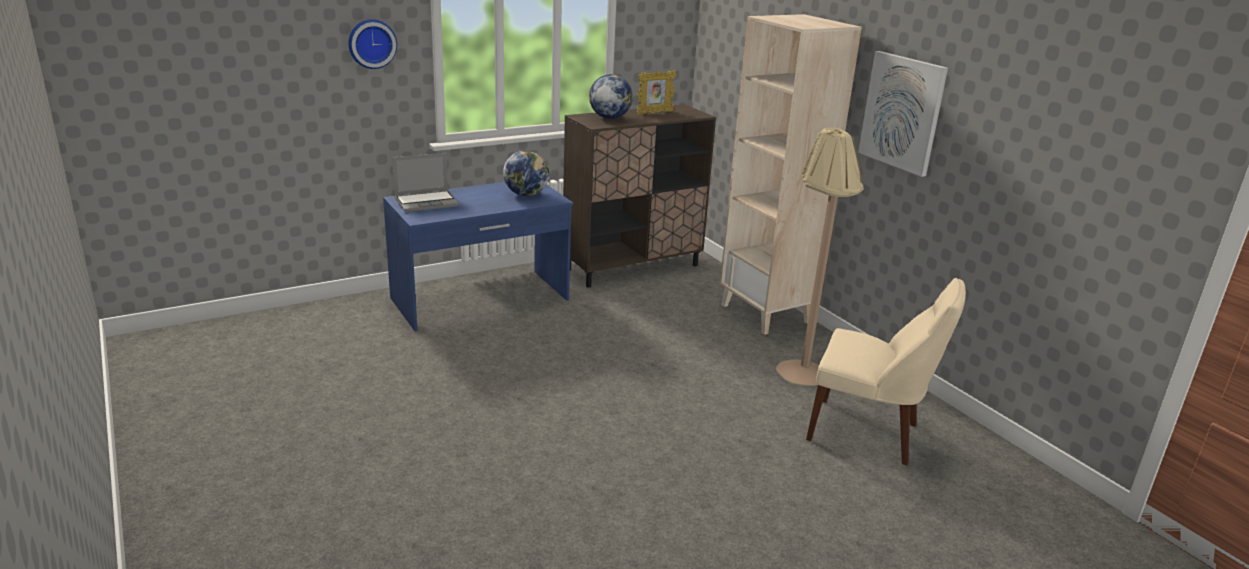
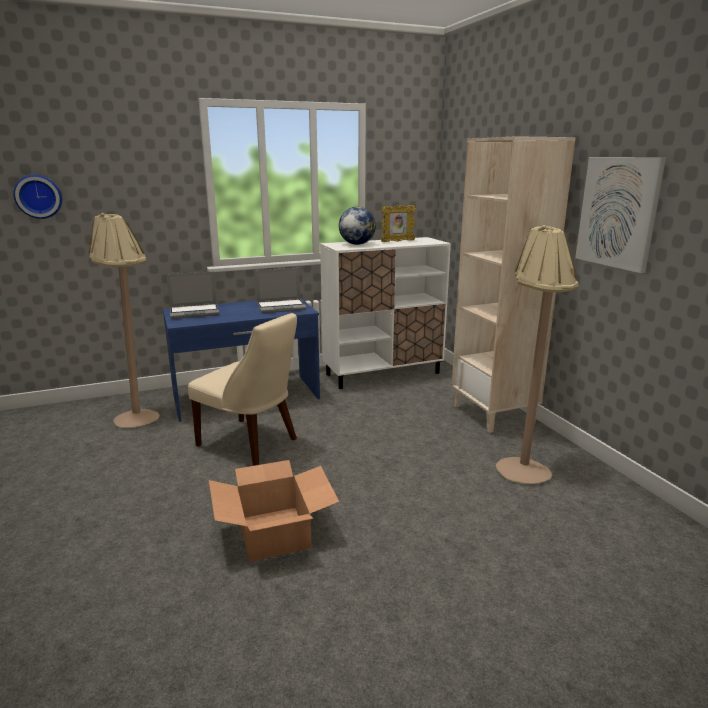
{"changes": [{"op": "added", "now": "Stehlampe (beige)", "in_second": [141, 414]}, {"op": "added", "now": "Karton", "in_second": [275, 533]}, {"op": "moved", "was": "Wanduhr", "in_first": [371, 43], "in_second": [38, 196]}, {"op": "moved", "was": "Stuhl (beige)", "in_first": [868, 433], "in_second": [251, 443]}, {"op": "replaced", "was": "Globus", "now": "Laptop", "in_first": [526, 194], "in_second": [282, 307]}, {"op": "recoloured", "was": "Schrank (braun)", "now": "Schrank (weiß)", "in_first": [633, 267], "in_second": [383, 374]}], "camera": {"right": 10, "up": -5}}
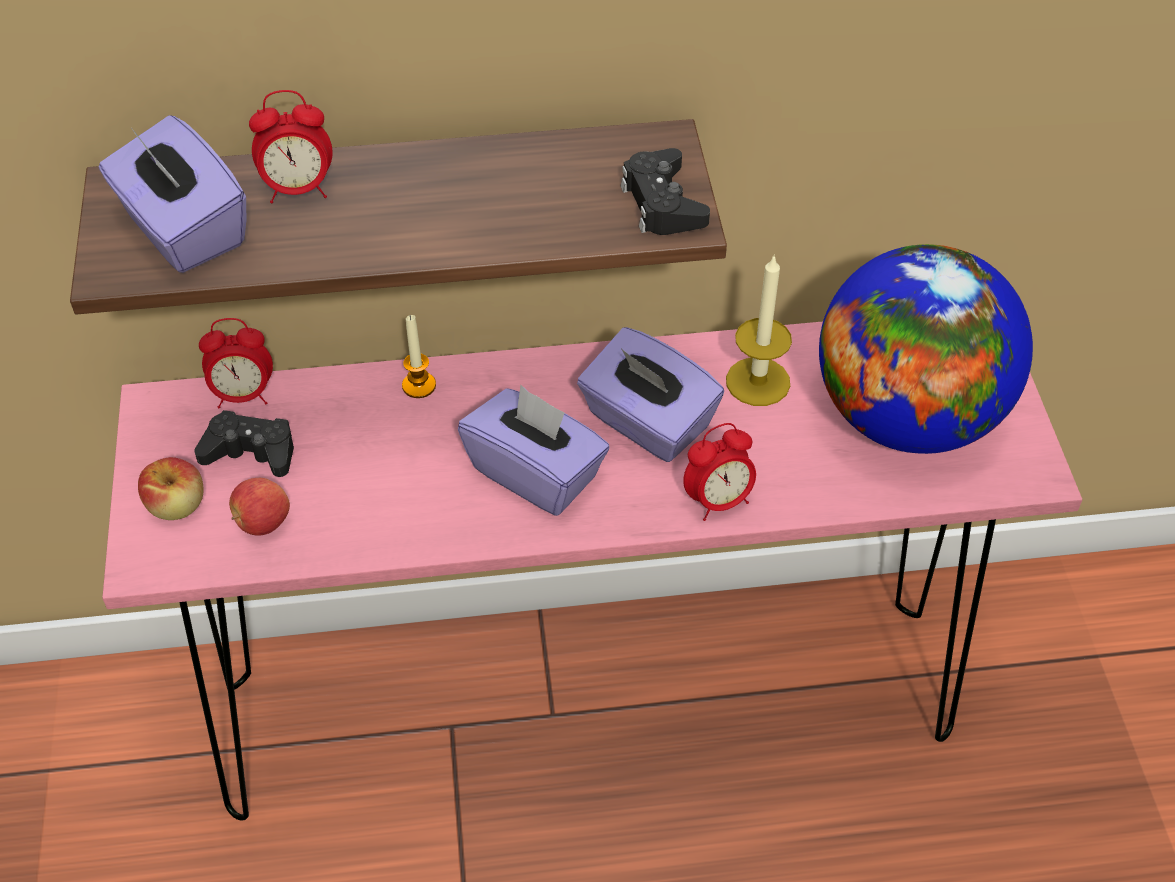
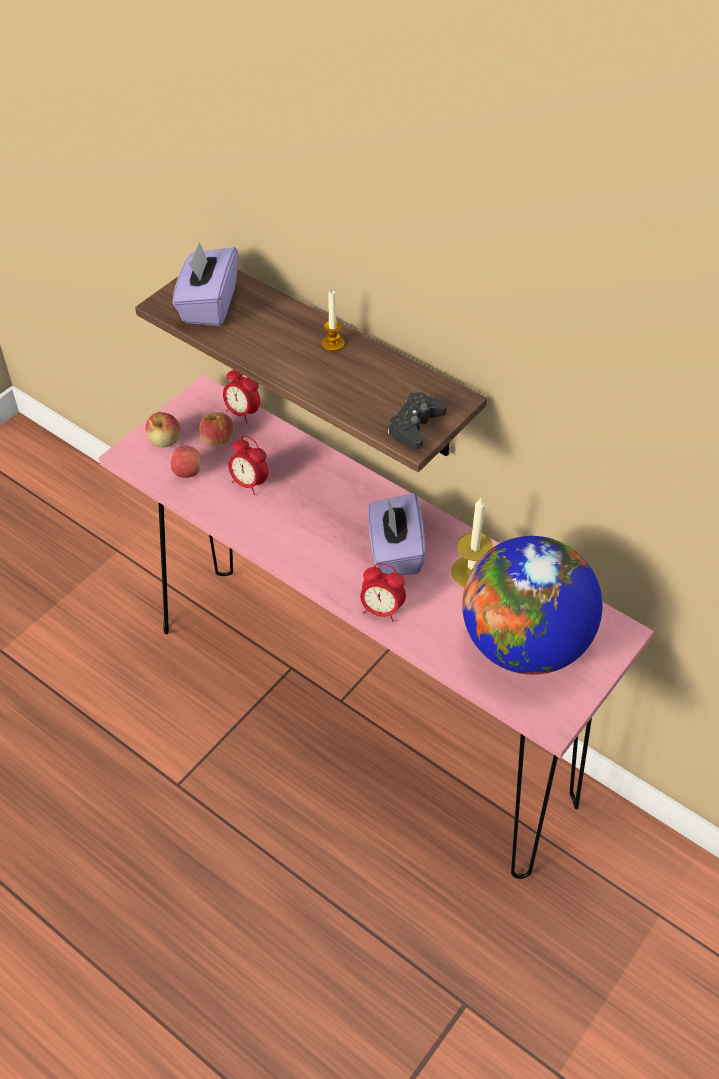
{"changes": [{"op": "removed", "was": "Taschentuchbox (lila)", "in_first": [536, 473]}, {"op": "moved", "was": "Wecker", "in_first": [298, 190], "in_second": [249, 483]}, {"op": "moved", "was": "Kerze", "in_first": [419, 385], "in_second": [333, 344]}, {"op": "replaced", "was": "Gamepad (schwarz)", "now": "Apfel", "in_first": [251, 452], "in_second": [217, 439]}], "camera": {"right": 45, "up": 0}}
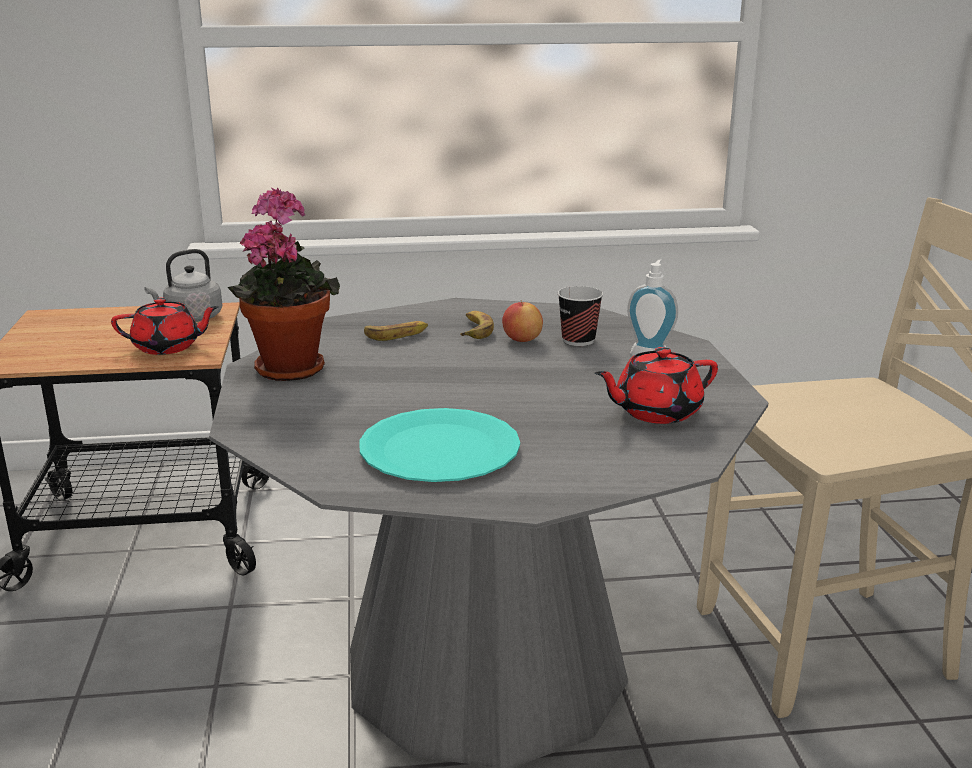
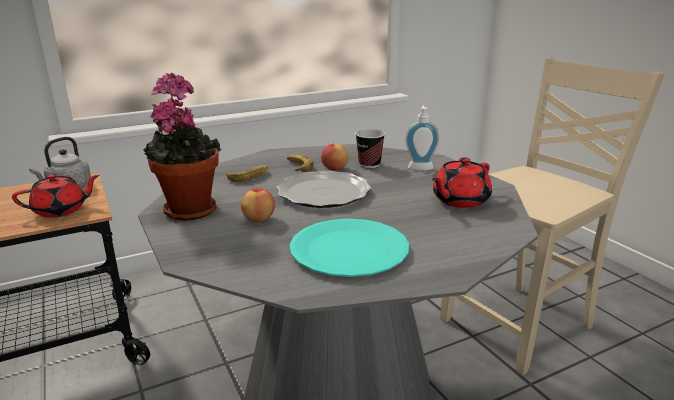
{"changes": [{"op": "added", "now": "Apfel", "in_second": [259, 219]}, {"op": "added", "now": "Teller", "in_second": [324, 193]}], "camera": {"right": -20, "up": 0}}
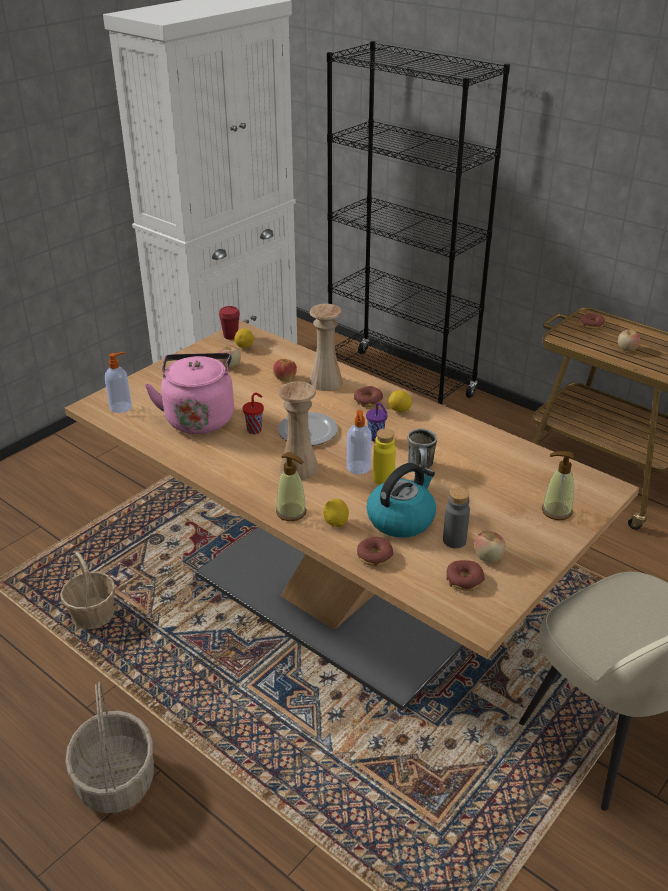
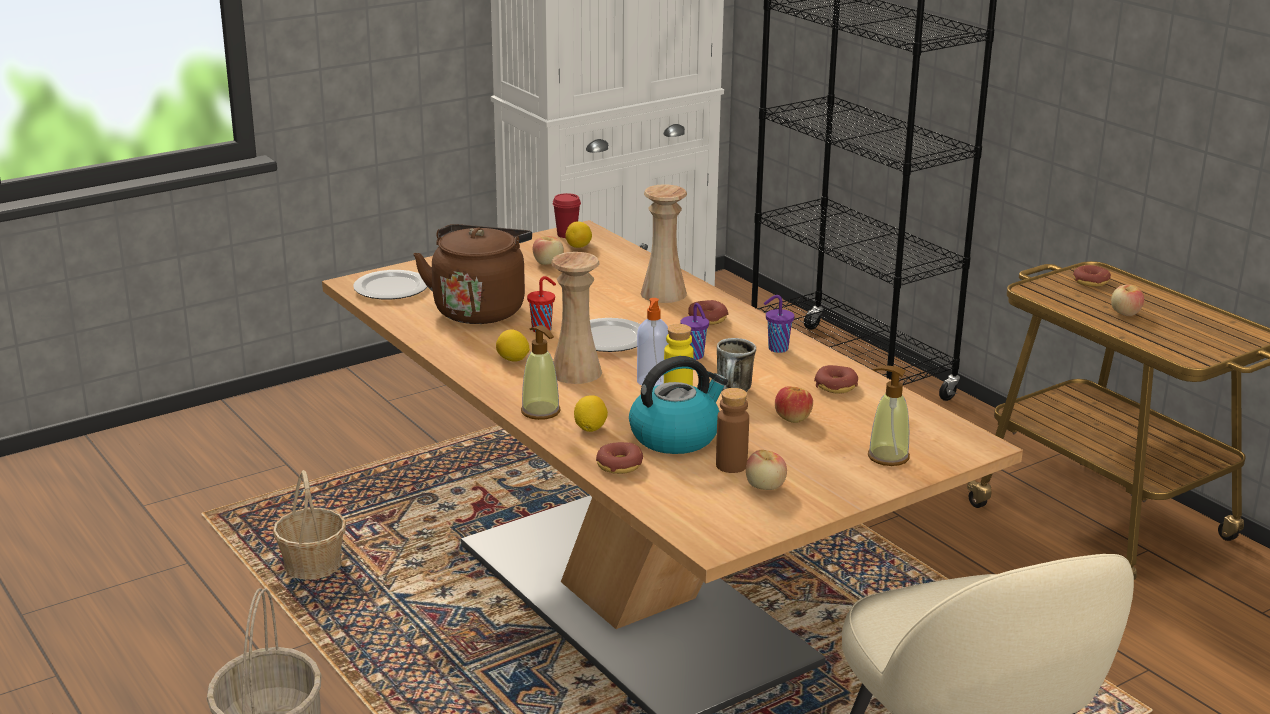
{"changes": [{"op": "added", "now": "Tasse (lila)", "in_second": [776, 349]}, {"op": "moved", "was": "Apfel", "in_first": [285, 378], "in_second": [792, 418]}, {"op": "moved", "was": "Zitrone", "in_first": [399, 410], "in_second": [512, 360]}, {"op": "moved", "was": "Donut", "in_first": [464, 580], "in_second": [836, 386]}, {"op": "replaced", "was": "Seifenspender", "now": "Teller", "in_first": [121, 407], "in_second": [390, 288]}, {"op": "recoloured", "was": "Wasserkessel (rosa)", "now": "Wasserkessel (braun)", "in_first": [199, 417], "in_second": [480, 309]}, {"op": "recoloured", "was": "Flasche (grau)", "now": "Flasche (braun)", "in_first": [454, 540], "in_second": [731, 465]}], "camera": {"right": 15, "up": -10}}
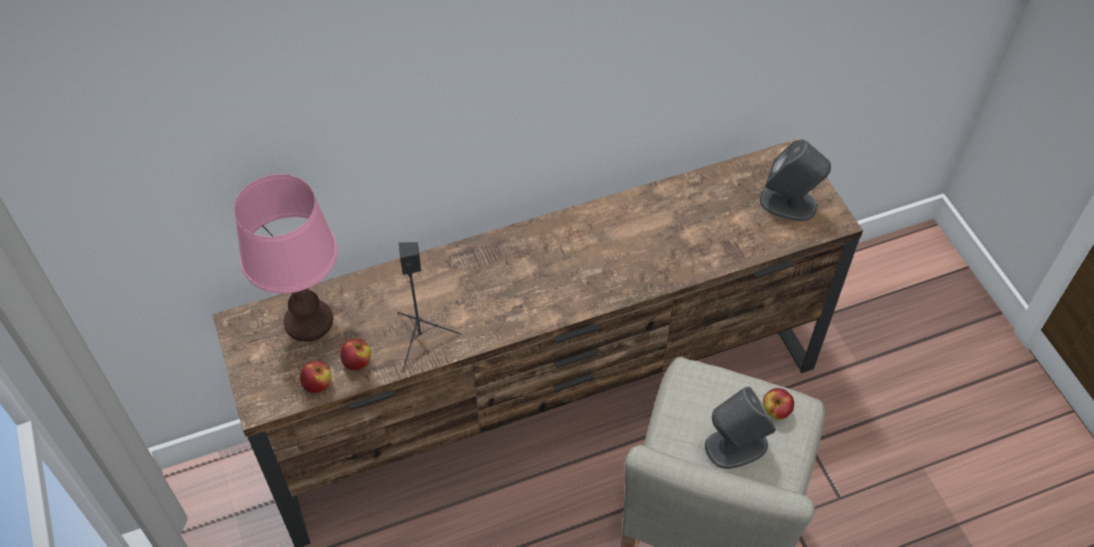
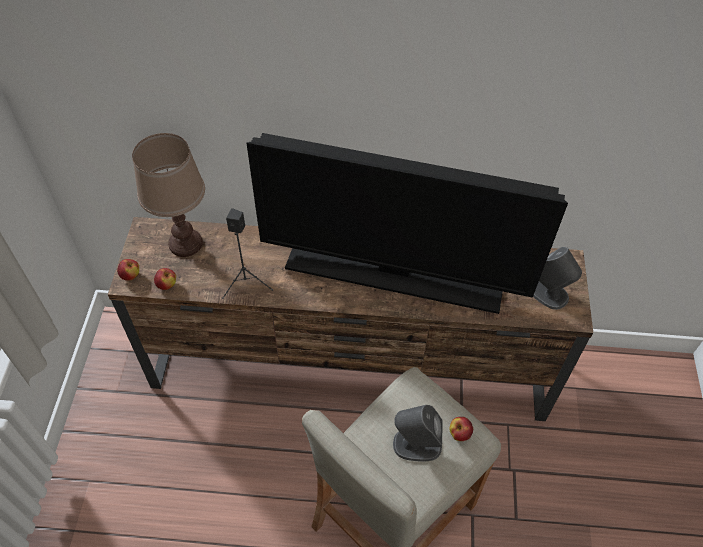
{"changes": [{"op": "added", "now": "Fernseher", "in_second": [394, 275]}, {"op": "moved", "was": "Apfel", "in_first": [357, 362], "in_second": [131, 276]}, {"op": "recoloured", "was": "Tischlampe (rosa)", "now": "Tischlampe (braun)", "in_first": [308, 321], "in_second": [185, 243]}], "camera": {"right": 25, "up": 0}}
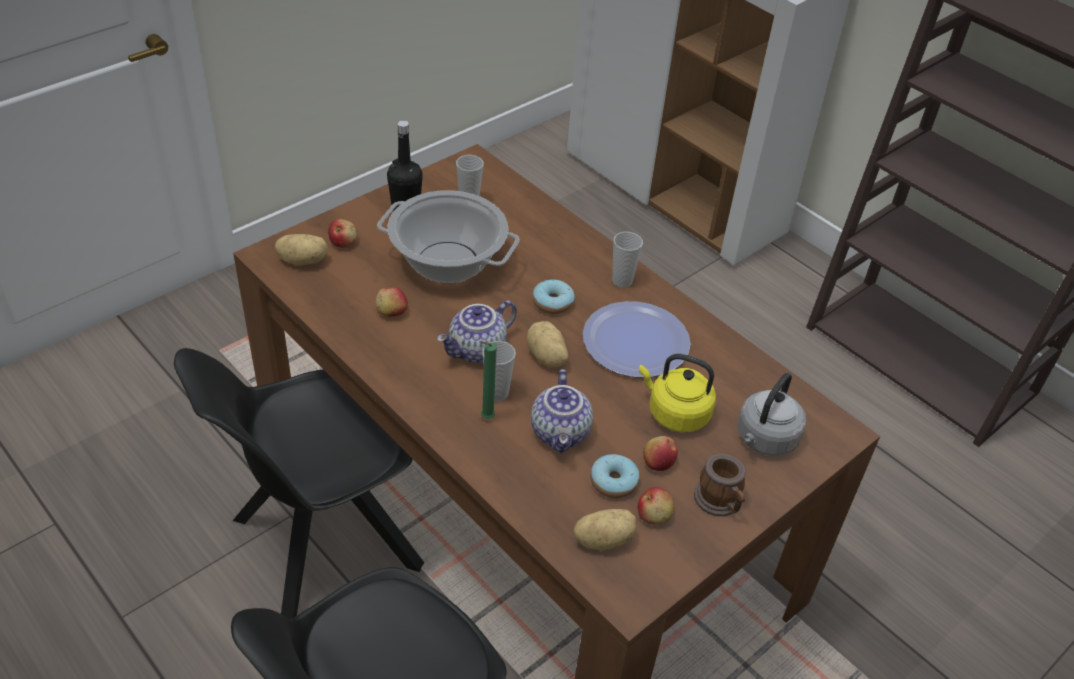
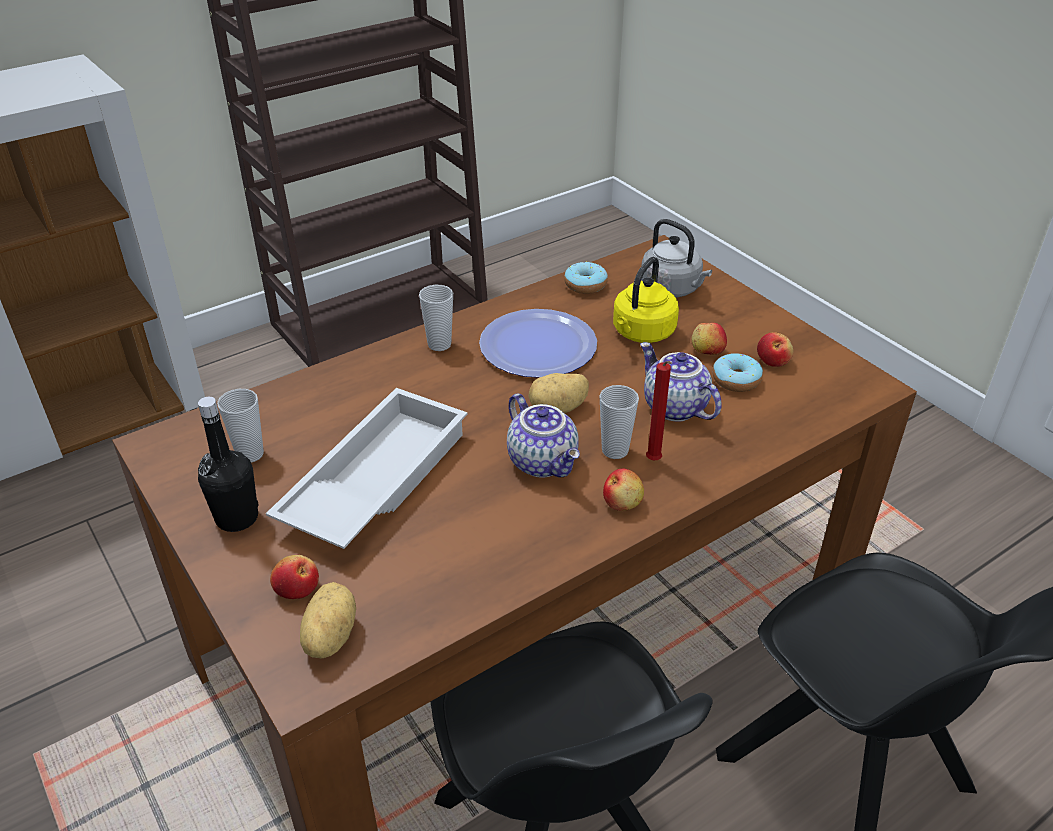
{"changes": [{"op": "removed", "was": "Kartoffel", "in_first": [603, 539]}, {"op": "removed", "was": "Henkelbecher", "in_first": [720, 502]}, {"op": "moved", "was": "Apfel", "in_first": [391, 312], "in_second": [622, 502]}, {"op": "moved", "was": "Donut", "in_first": [552, 303], "in_second": [585, 285]}, {"op": "replaced", "was": "Kochtopf", "now": "Tablett (weiß)", "in_first": [448, 263], "in_second": [373, 479]}, {"op": "recoloured", "was": "Kerze (grün)", "now": "Kerze (rot)", "in_first": [485, 418], "in_second": [654, 462]}, {"op": "turned", "was": "Teekanne", "in_first": [561, 433], "in_second": [673, 408], "clockwise": -135}], "camera": {"right": -80, "up": -5}}
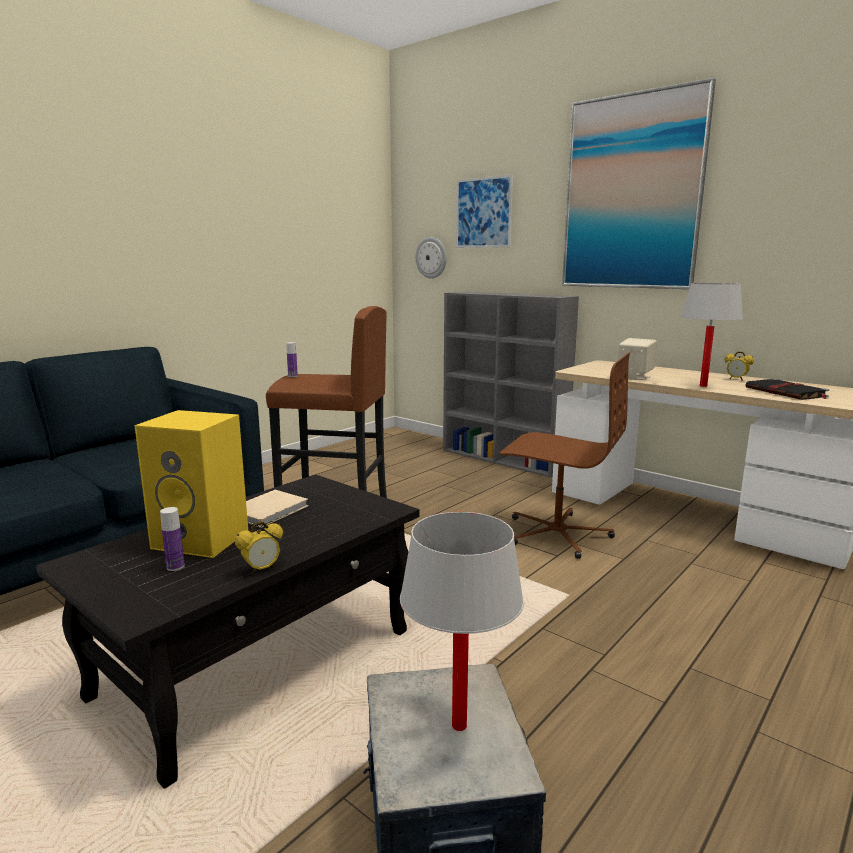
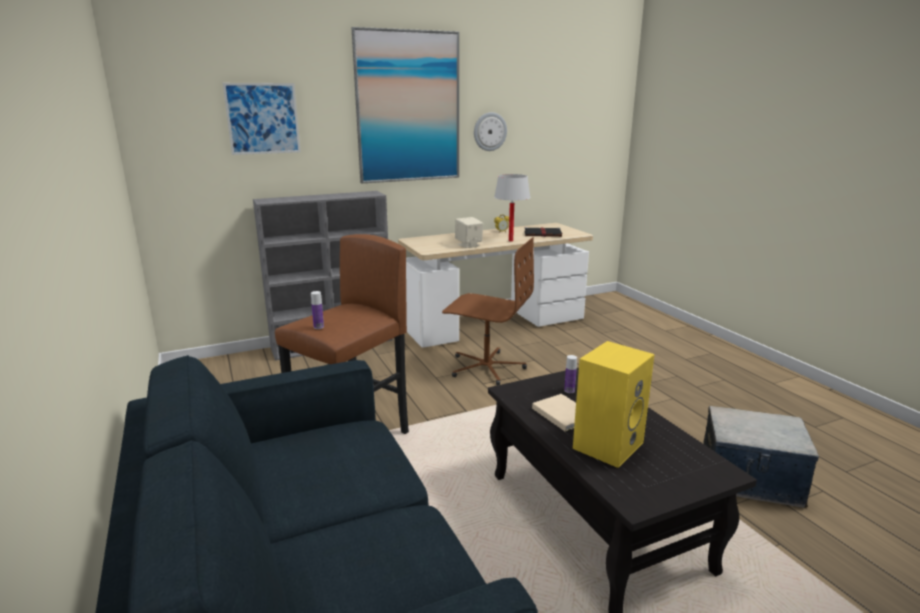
{"changes": [{"op": "removed", "was": "Wecker", "in_first": [261, 569]}, {"op": "removed", "was": "Tischlampe (weiß)", "in_first": [459, 726]}, {"op": "moved", "was": "Flasche", "in_first": [175, 567], "in_second": [569, 391]}, {"op": "moved", "was": "Wanduhr", "in_first": [431, 257], "in_second": [489, 131]}, {"op": "turned", "was": "Bürostuhl (braun)", "in_first": [556, 534], "in_second": [486, 367], "clockwise": 60}], "camera": {"right": -65, "up": 5}}
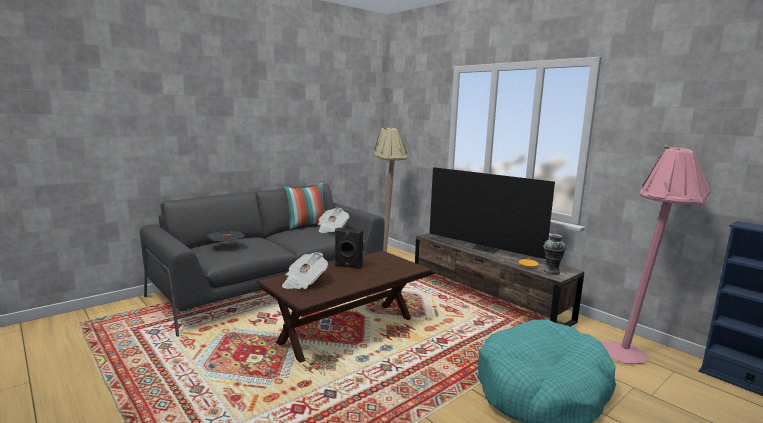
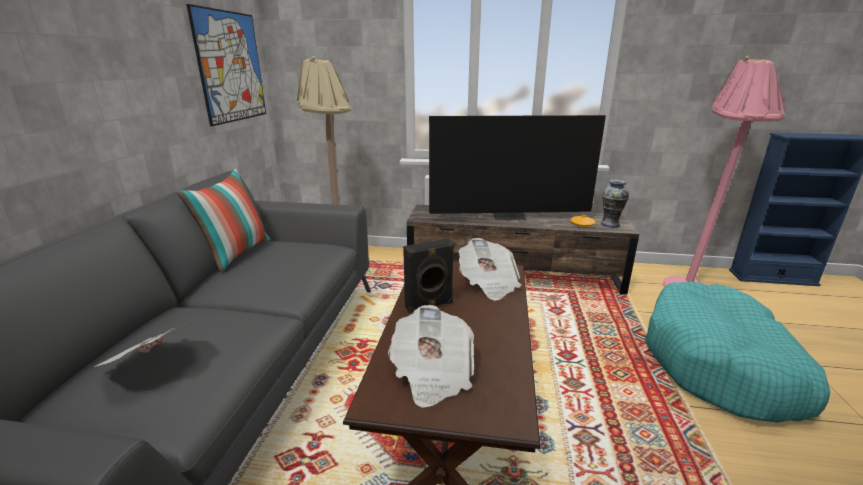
{"changes": [{"op": "added", "now": "Bild", "in_second": [231, 67]}, {"op": "moved", "was": "Zeitung", "in_first": [332, 229], "in_second": [488, 284]}], "camera": {"right": -40, "up": 10}}
